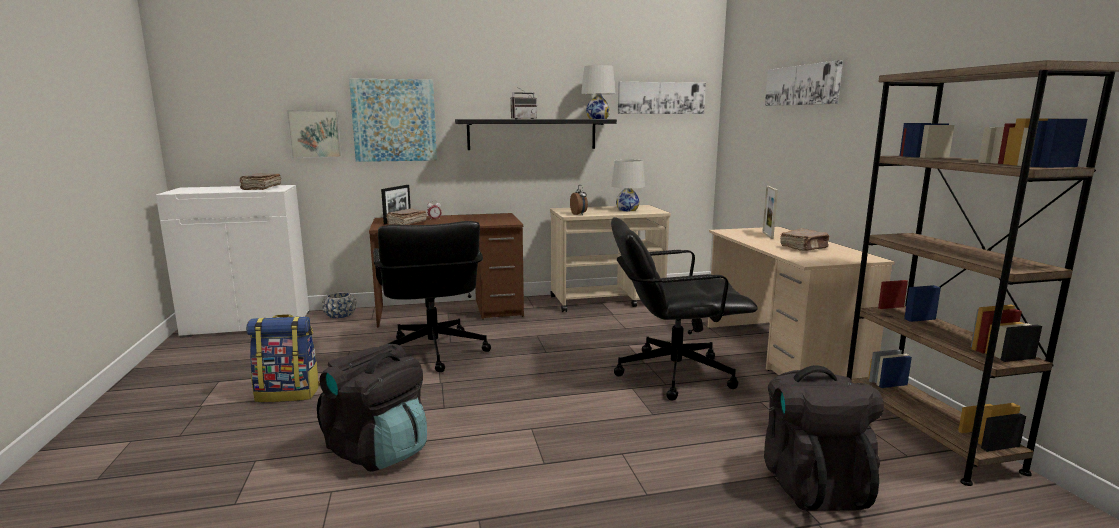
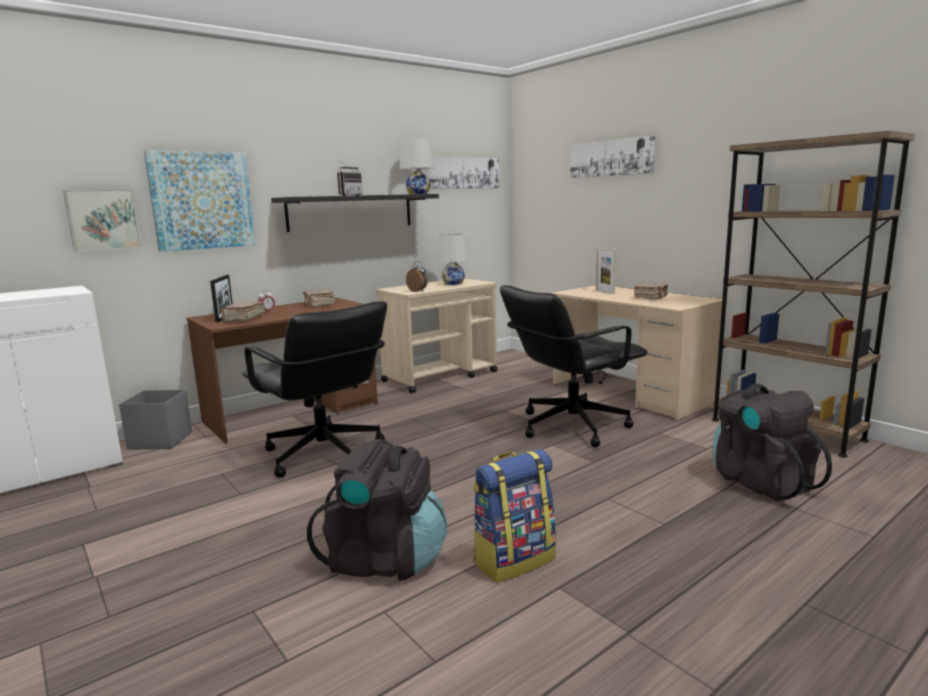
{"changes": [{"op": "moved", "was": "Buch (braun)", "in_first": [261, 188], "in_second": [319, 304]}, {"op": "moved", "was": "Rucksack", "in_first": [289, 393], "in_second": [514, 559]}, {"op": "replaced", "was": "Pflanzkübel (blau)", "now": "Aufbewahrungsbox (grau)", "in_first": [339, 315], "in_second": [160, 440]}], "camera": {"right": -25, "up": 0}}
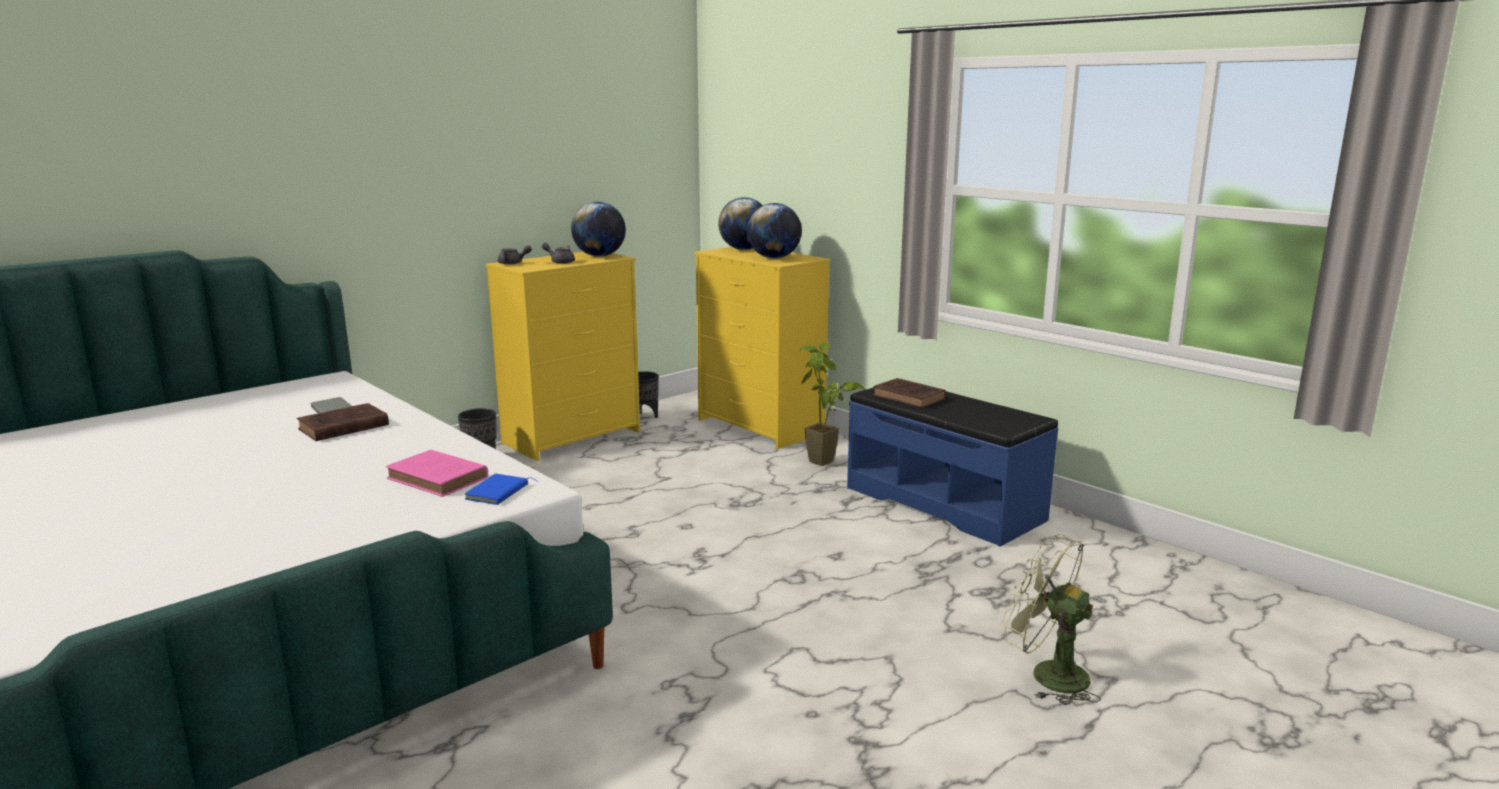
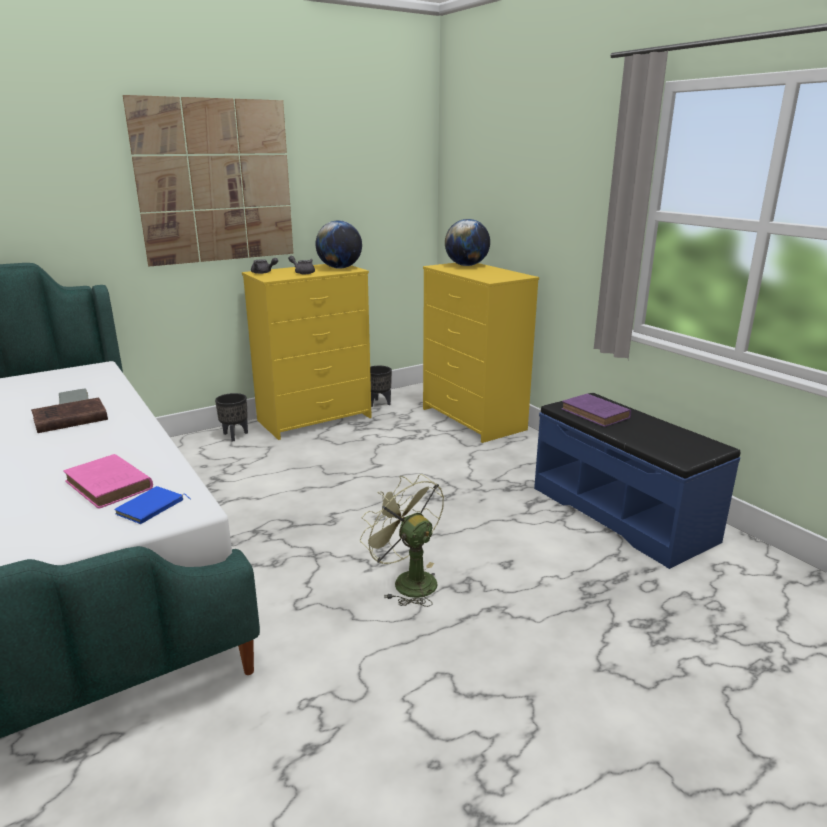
{"changes": [{"op": "removed", "was": "Globus", "in_first": [774, 258]}, {"op": "removed", "was": "Topfpflanze", "in_first": [826, 465]}, {"op": "added", "now": "Bild", "in_second": [215, 182]}, {"op": "moved", "was": "Ventilator (grün)", "in_first": [1047, 674], "in_second": [407, 581]}, {"op": "recoloured", "was": "Buch (braun)", "now": "Buch (lila)", "in_first": [910, 397], "in_second": [596, 414]}], "camera": {"right": 10, "up": 5}}
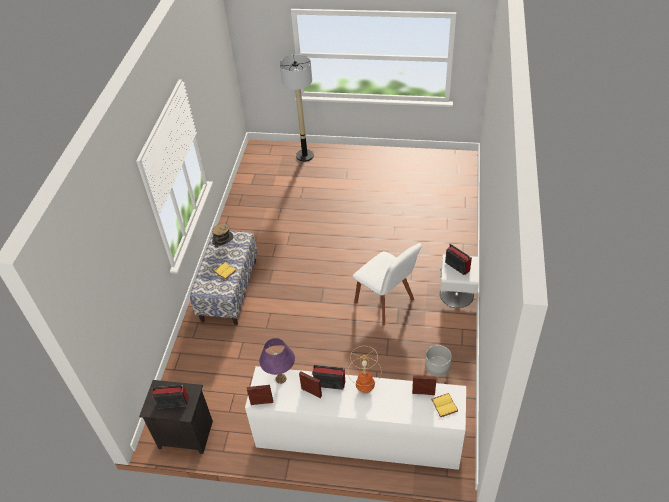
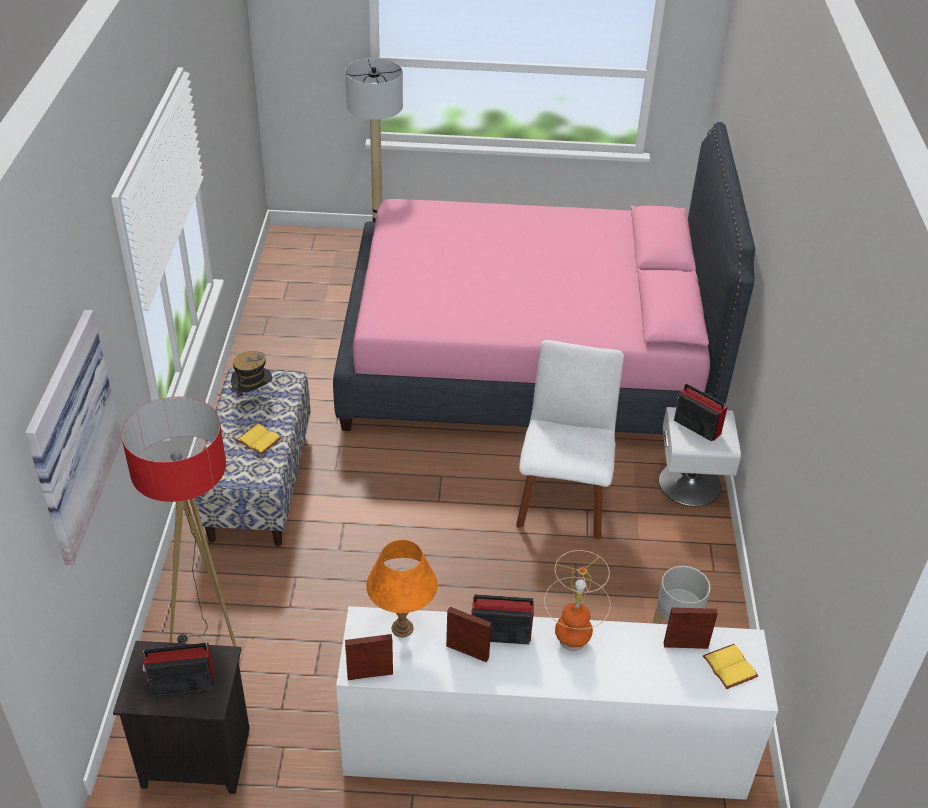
{"changes": [{"op": "added", "now": "Bild", "in_second": [67, 436]}, {"op": "added", "now": "Stehlampe", "in_second": [210, 639]}, {"op": "added", "now": "Bett (rosa)", "in_second": [528, 358]}, {"op": "recoloured", "was": "Tischlampe (lila)", "now": "Tischlampe (orange)", "in_first": [280, 378], "in_second": [402, 628]}, {"op": "turned", "was": "Stuhl (weiß)", "in_first": [386, 303], "in_second": [563, 500], "clockwise": -120}], "camera": {"right": -10, "up": -5}}
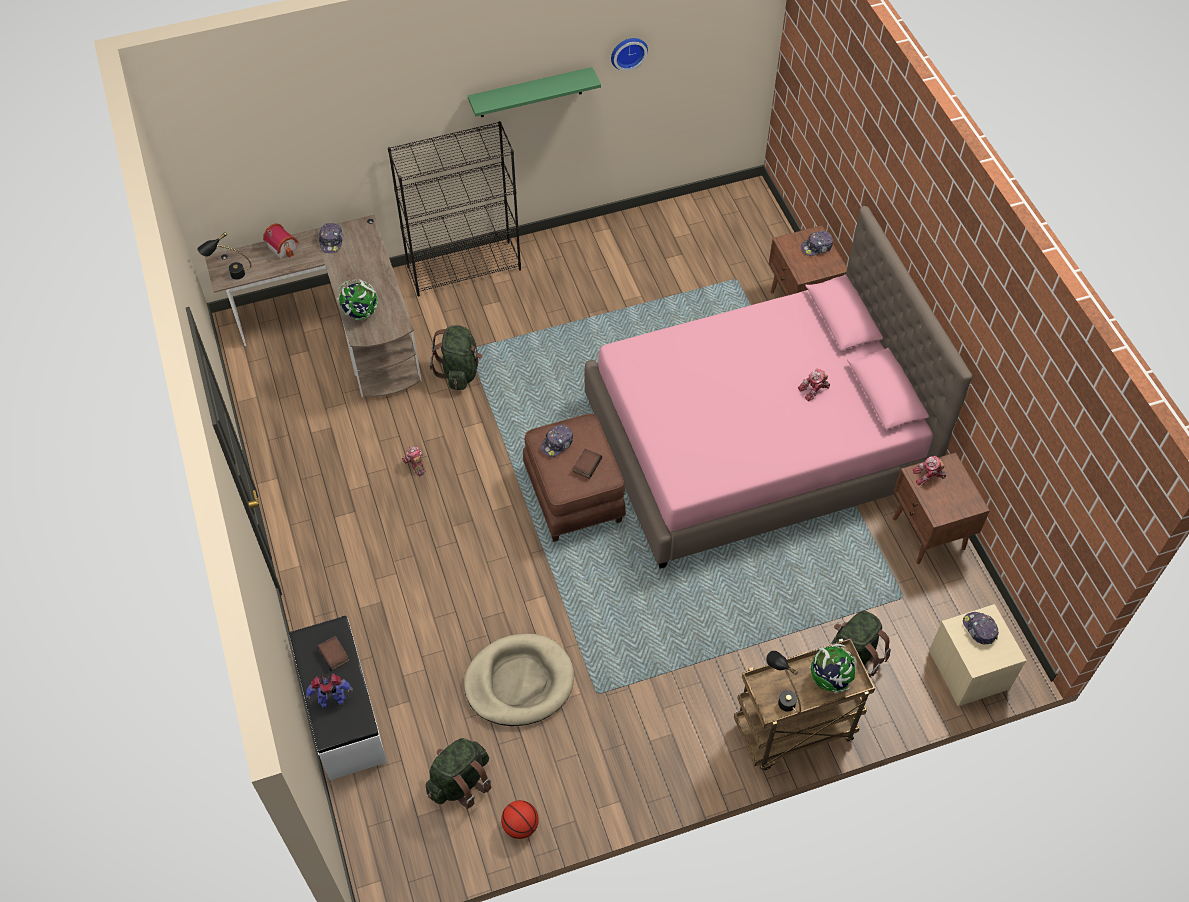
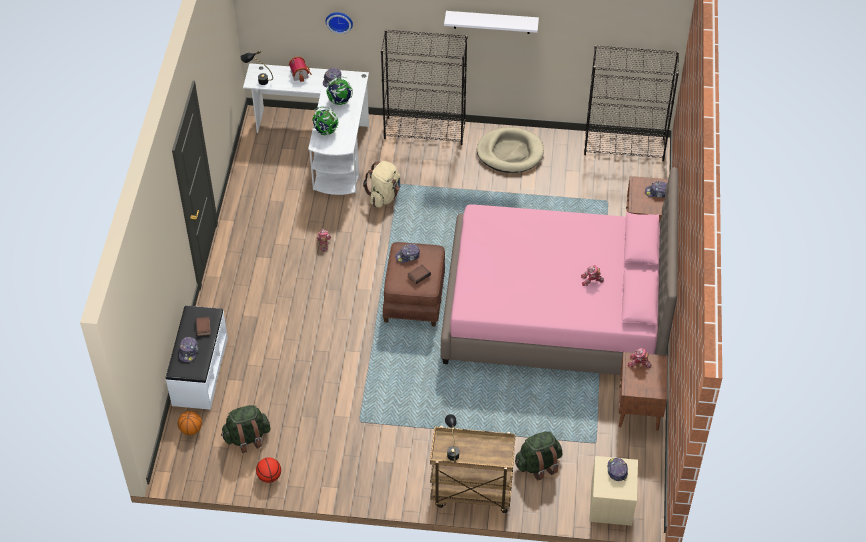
{"changes": [{"op": "added", "now": "Basketball", "in_second": [191, 429]}, {"op": "added", "now": "Bücherregal (schwarz)", "in_second": [624, 147]}, {"op": "moved", "was": "Hundebett (beige)", "in_first": [519, 682], "in_second": [510, 152]}, {"op": "moved", "was": "Wanduhr", "in_first": [628, 52], "in_second": [339, 21]}, {"op": "moved", "was": "Globus", "in_first": [830, 679], "in_second": [340, 101]}, {"op": "replaced", "was": "Spielzeugroboter", "now": "Kappe", "in_first": [331, 699], "in_second": [188, 351]}, {"op": "recoloured", "was": "Schreibtisch (braun)", "now": "Schreibtisch (weiß)", "in_first": [342, 330], "in_second": [323, 144]}, {"op": "recoloured", "was": "Rucksack (grün)", "now": "Rucksack (beige)", "in_first": [459, 371], "in_second": [384, 196]}, {"op": "recoloured", "was": "Wandregal (grün)", "now": "Wandregal (weiß)", "in_first": [530, 93], "in_second": [492, 22]}], "camera": {"right": 25, "up": -5}}
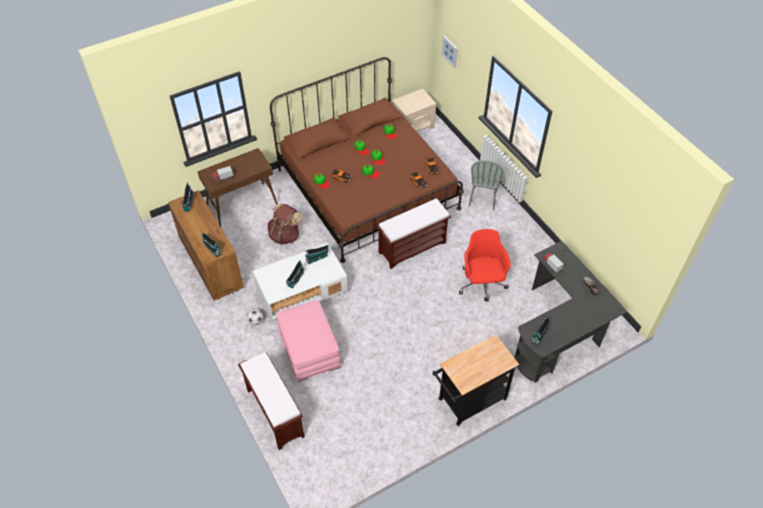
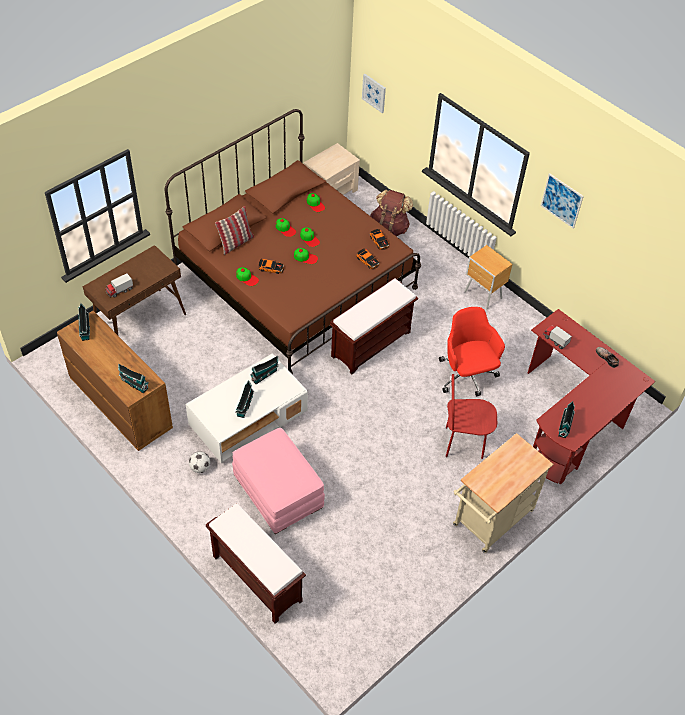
{"changes": [{"op": "removed", "was": "Stuhl (grau)", "in_first": [483, 199]}, {"op": "added", "now": "Kissen", "in_second": [236, 243]}, {"op": "added", "now": "Stuhl (rot)", "in_second": [464, 443]}, {"op": "added", "now": "Nachttisch (braun)", "in_second": [483, 296]}, {"op": "added", "now": "Bild", "in_second": [561, 200]}, {"op": "moved", "was": "Rucksack (braun)", "in_first": [285, 235], "in_second": [389, 228]}, {"op": "recoloured", "was": "Rollwagen (schwarz)", "now": "Rollwagen (beige)", "in_first": [468, 402], "in_second": [489, 521]}, {"op": "recoloured", "was": "Schreibtisch (schwarz)", "now": "Schreibtisch (rot)", "in_first": [559, 332], "in_second": [573, 419]}], "camera": {"right": -15, "up": 0}}
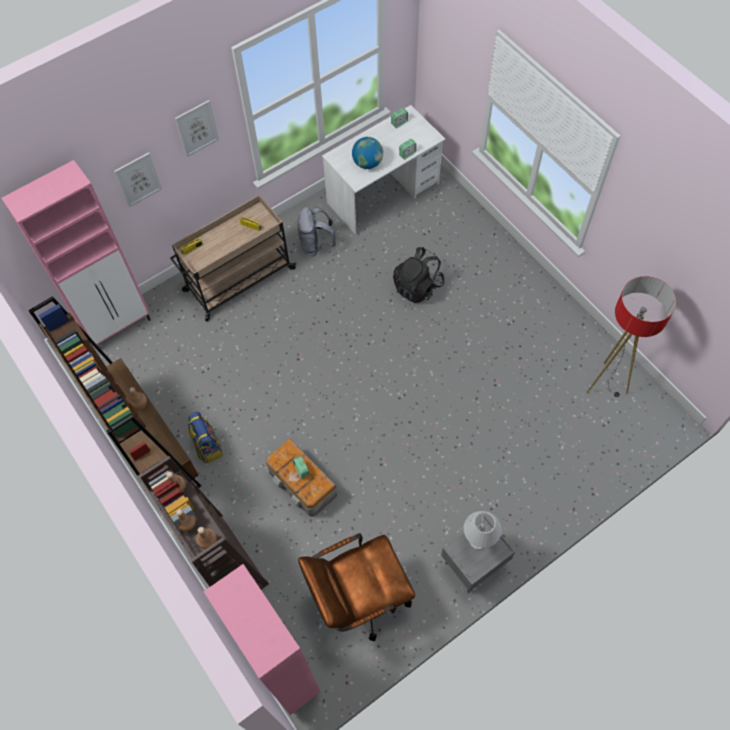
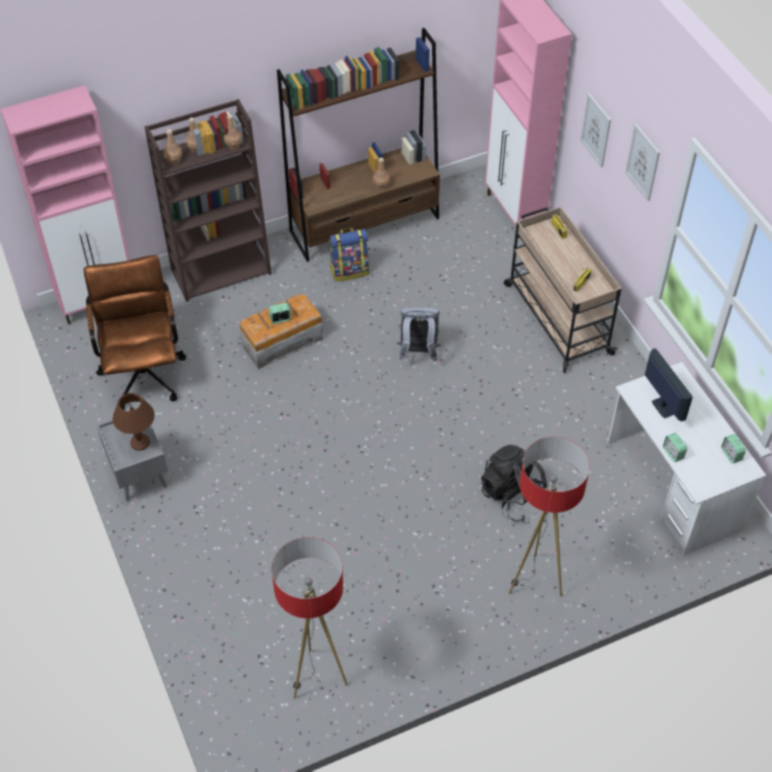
{"changes": [{"op": "added", "now": "Stehlampe", "in_second": [534, 581]}, {"op": "moved", "was": "Rucksack (grau)", "in_first": [316, 245], "in_second": [418, 352]}, {"op": "replaced", "was": "Globus", "now": "Monitor", "in_first": [367, 163], "in_second": [662, 407]}, {"op": "recoloured", "was": "Tischlampe (weiß)", "now": "Tischlampe (braun)", "in_first": [478, 540], "in_second": [140, 443]}], "camera": {"right": 100, "up": -10}}
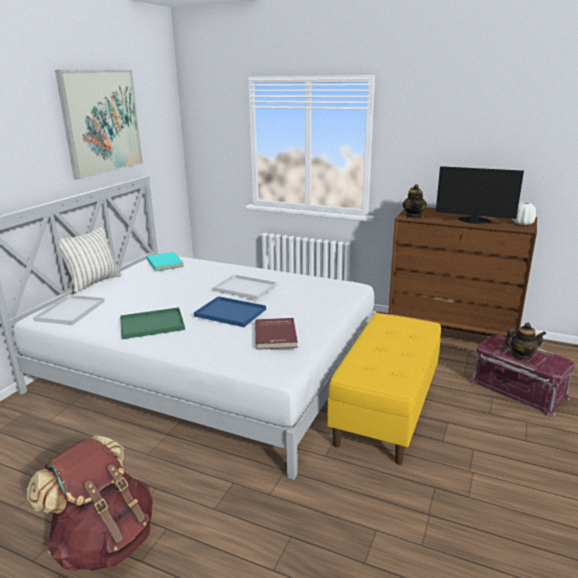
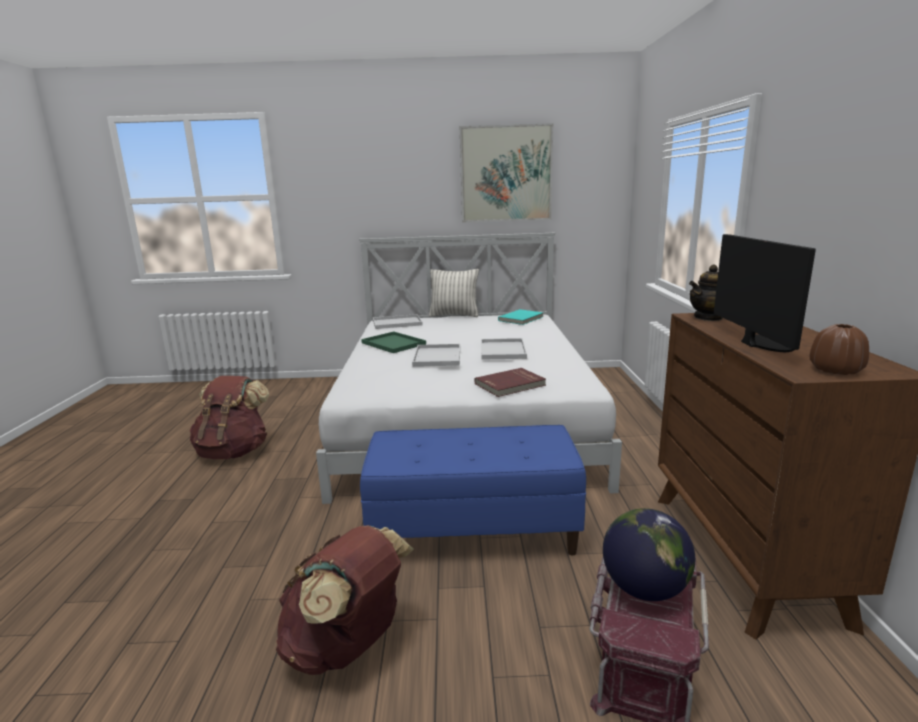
{"changes": [{"op": "added", "now": "Rucksack (braun)", "in_second": [347, 646]}, {"op": "moved", "was": "Buch (rot)", "in_first": [276, 335], "in_second": [510, 385]}, {"op": "replaced", "was": "Teekanne", "now": "Globus", "in_first": [521, 355], "in_second": [644, 589]}, {"op": "recoloured", "was": "Tablett (blau)", "now": "Tablett (weiß)", "in_first": [229, 313], "in_second": [436, 356]}, {"op": "recoloured", "was": "Bank (gelb)", "now": "Bank (blau)", "in_first": [385, 410], "in_second": [473, 531]}, {"op": "recoloured", "was": "Vase (weiß)", "now": "Vase (braun)", "in_first": [522, 223], "in_second": [836, 370]}], "camera": {"right": 65, "up": -5}}
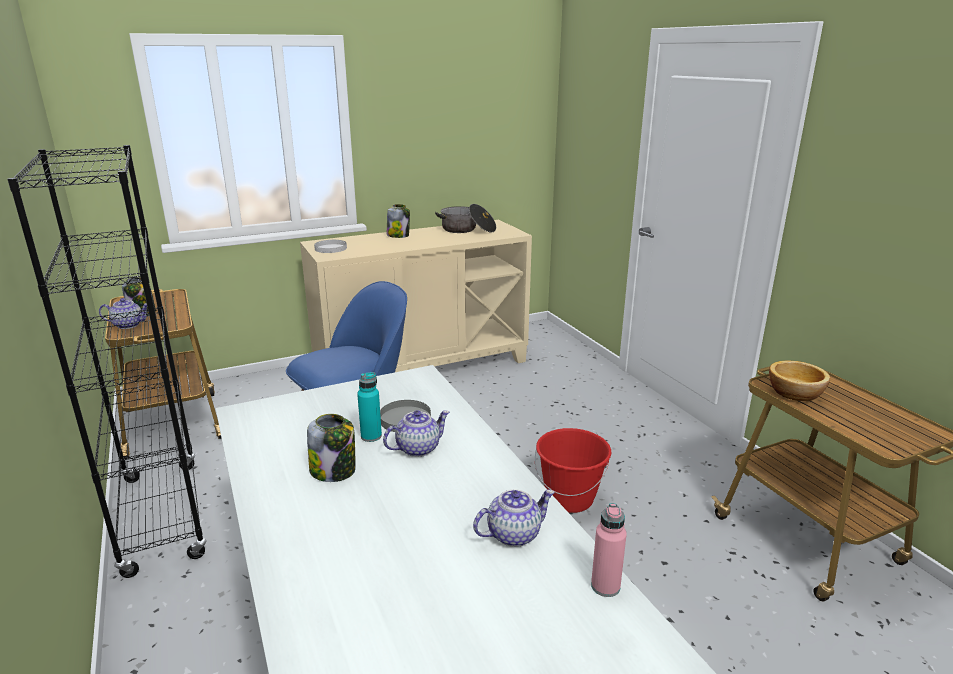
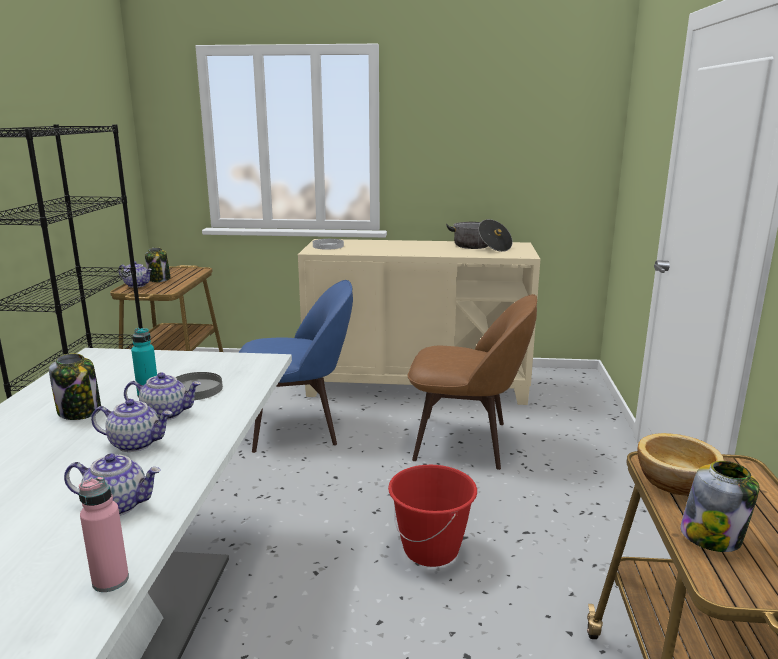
{"changes": [{"op": "added", "now": "Teekanne", "in_second": [136, 443]}, {"op": "added", "now": "Stuhl (braun)", "in_second": [466, 441]}, {"op": "moved", "was": "Vorratsglas", "in_first": [398, 235], "in_second": [712, 536]}], "camera": {"right": 30, "up": -5}}
